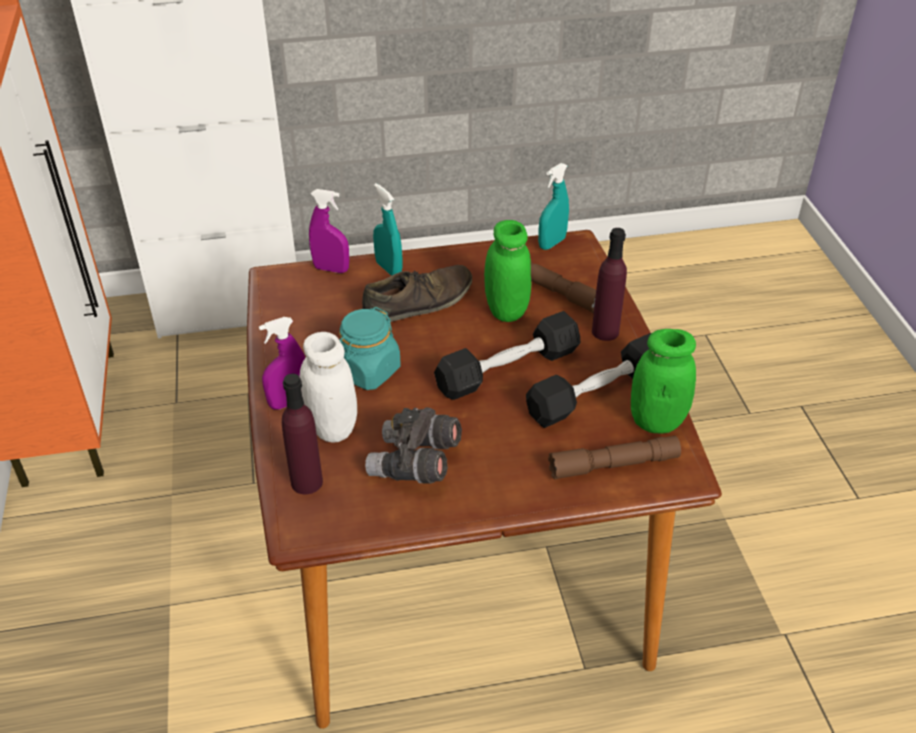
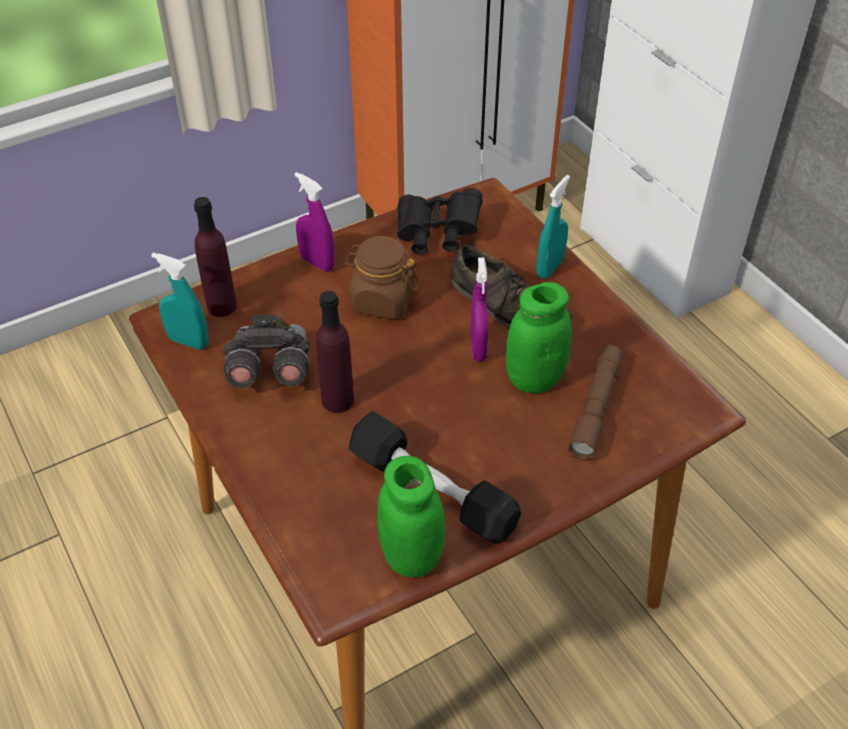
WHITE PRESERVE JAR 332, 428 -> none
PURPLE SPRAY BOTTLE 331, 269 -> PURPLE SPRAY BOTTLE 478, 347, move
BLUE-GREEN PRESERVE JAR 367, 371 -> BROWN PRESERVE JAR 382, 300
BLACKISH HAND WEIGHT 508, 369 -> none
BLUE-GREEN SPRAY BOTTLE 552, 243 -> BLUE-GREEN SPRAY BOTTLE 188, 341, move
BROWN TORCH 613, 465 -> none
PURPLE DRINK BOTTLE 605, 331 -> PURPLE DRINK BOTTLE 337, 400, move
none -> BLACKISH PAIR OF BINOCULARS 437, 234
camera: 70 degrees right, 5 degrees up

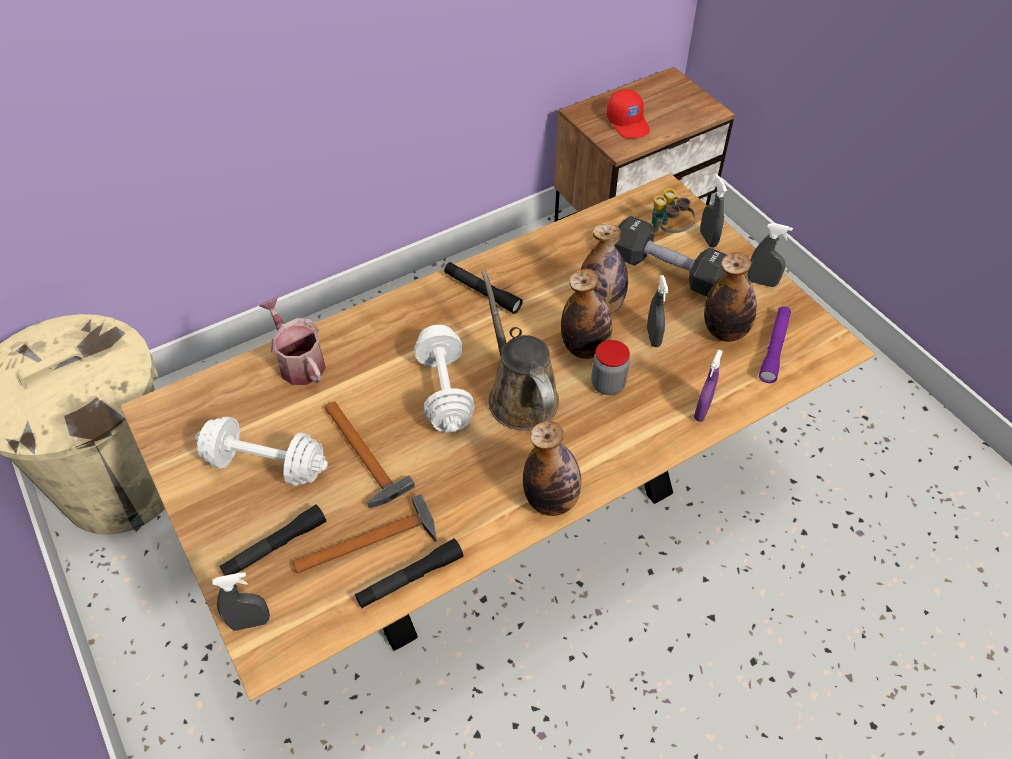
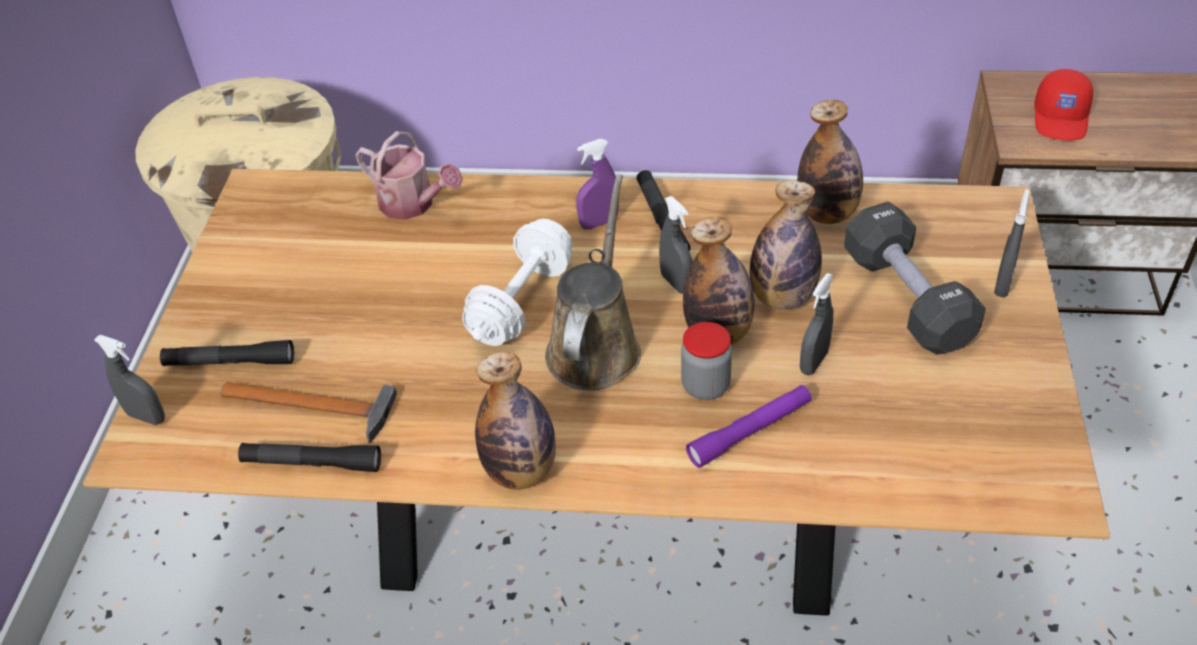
WHITE HAND WEIGHT 266, 465 -> none
WATERING CAN 299, 362 -> WATERING CAN 413, 204, 120 degrees clockwise
TOOL HAMMER 364, 457 -> none
PAIR OF BINOCULARS 668, 233 -> none
PURPLE SPRAY BOTTLE 702, 410 -> PURPLE SPRAY BOTTLE 599, 222, move
DRINK BOTTLE 725, 331 -> DRINK BOTTLE 827, 213, move
GREYISH SPRAY BOTTLE 762, 282 -> GREYISH SPRAY BOTTLE 676, 283, move
PURPLE TORCH 774, 348 -> PURPLE TORCH 750, 432, move
camera: 40 degrees right, 5 degrees down

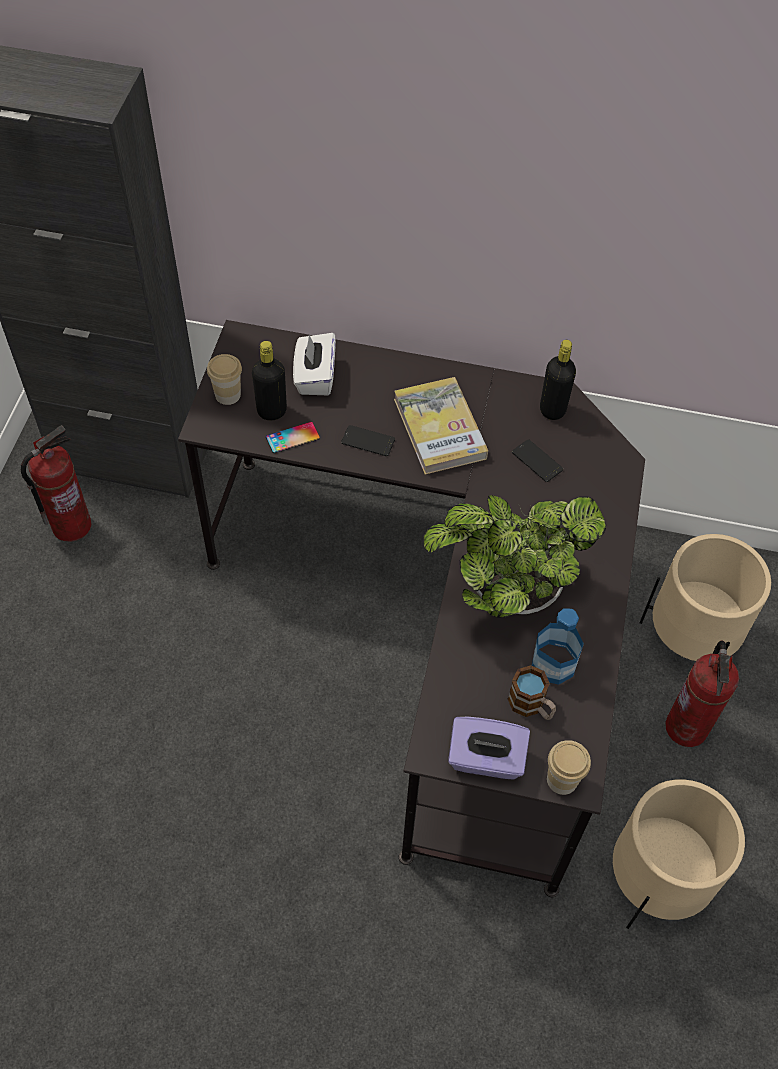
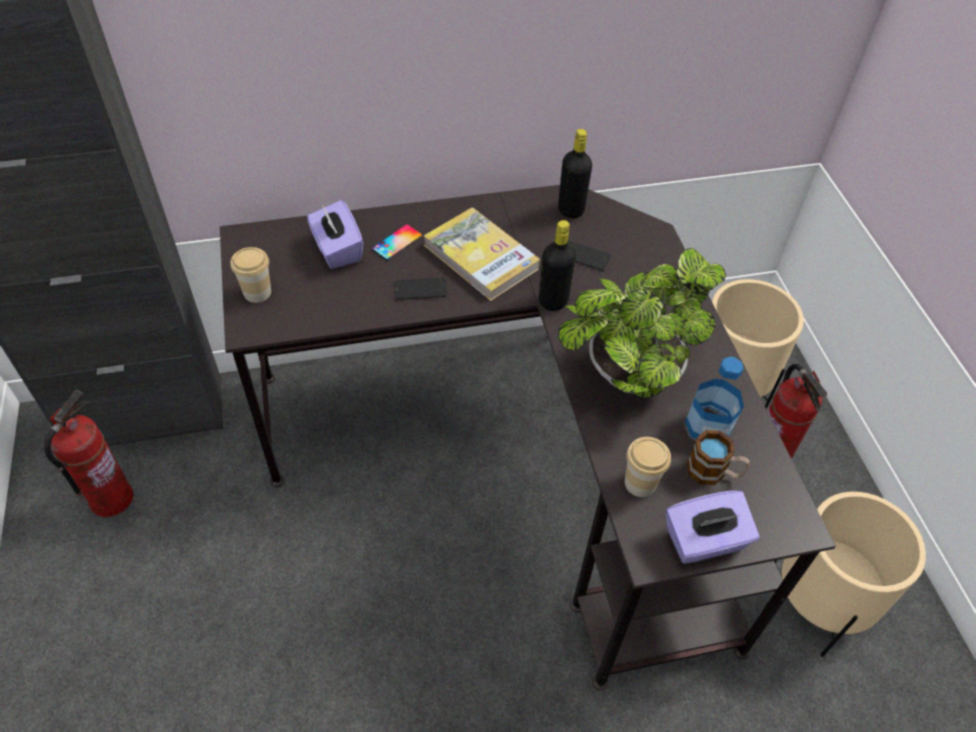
BLACKISH DRINK BOTTLE 272, 411 -> BLACKISH DRINK BOTTLE 553, 301, move
TELEPHONE 292, 437 -> TELEPHONE 397, 242, move
WHITE TISSUE HOLDER 315, 377 -> PURPLE TISSUE HOLDER 337, 249
DRINKING CUP 562, 779 -> DRINKING CUP 640, 483, move
camera: 25 degrees left, 5 degrees down

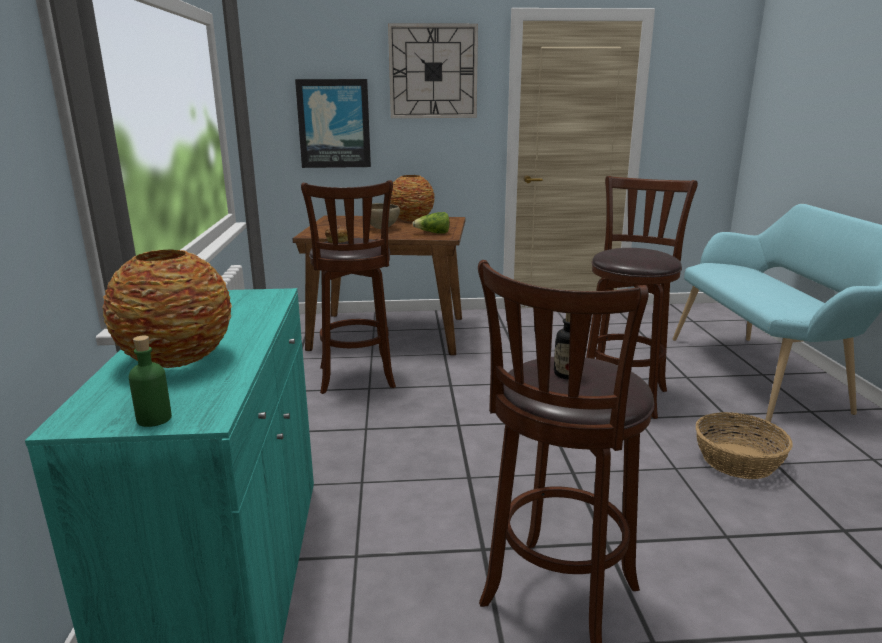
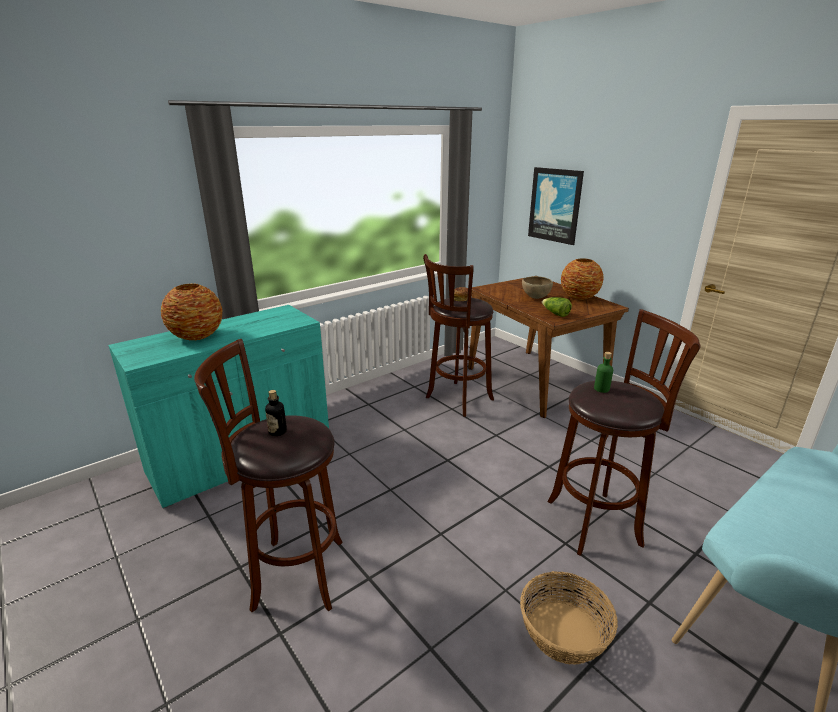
GREEN DRINK BOTTLE 154, 419 -> GREEN DRINK BOTTLE 601, 389, move
CLOCK ON THE WALL 433, 72 -> none
camera: 55 degrees right, 5 degrees up

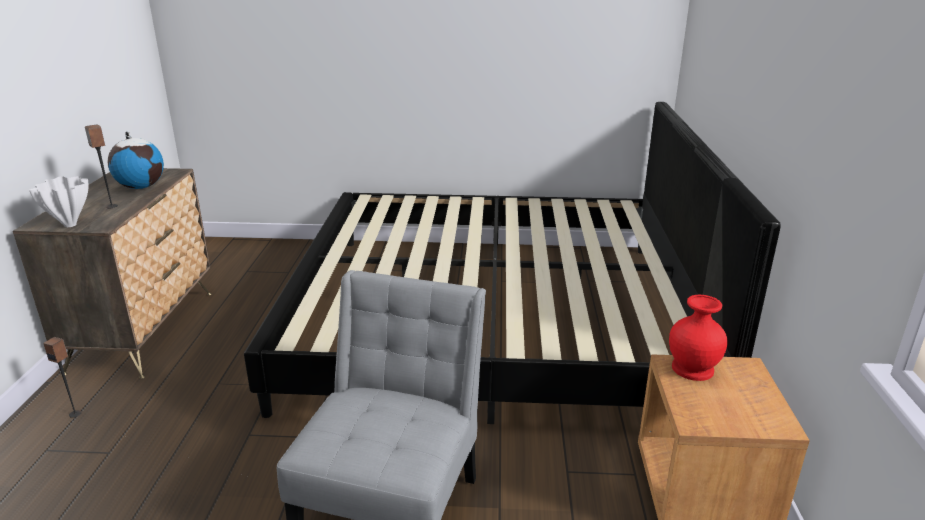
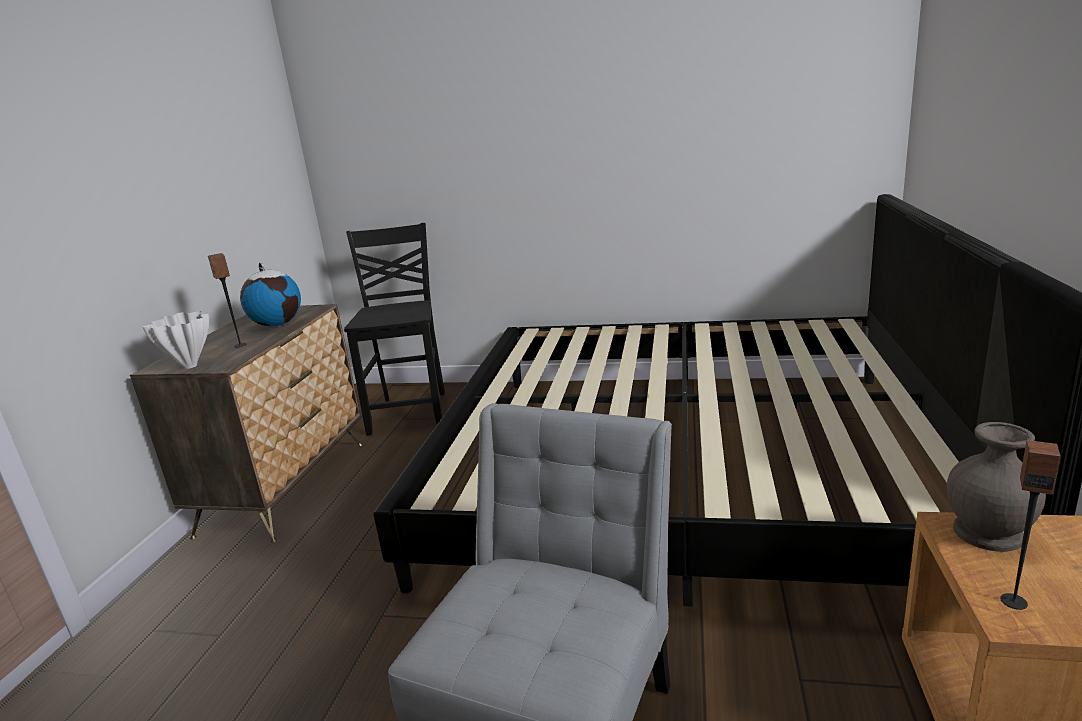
SPEAKER 75, 413 -> SPEAKER 1013, 601, move
RED-COLOURED FLOWER VASE 691, 368 -> GREYISH FLOWER VASE 985, 532
none -> BLACKISH UPRIGHT CHAIR 411, 412
camera: 10 degrees right, 5 degrees down

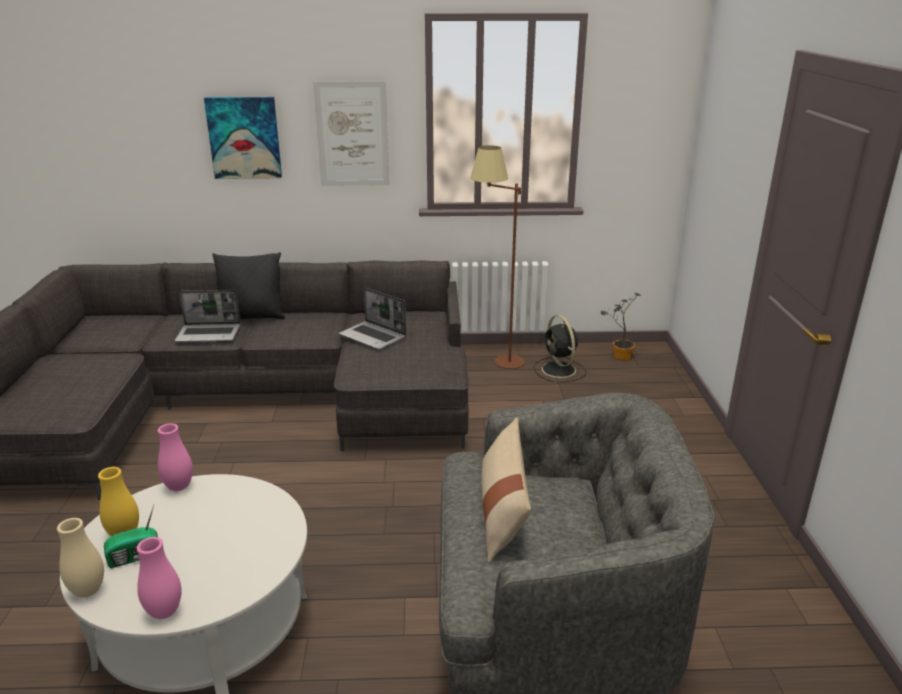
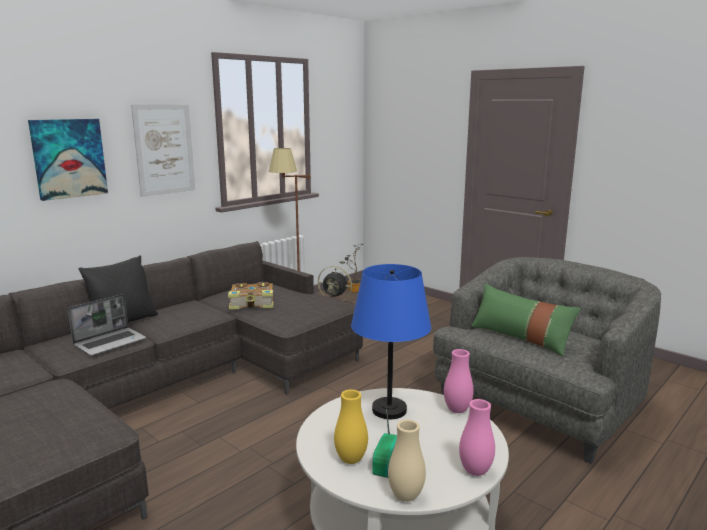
PINKISH FLOWER VASE 179, 487 -> PINKISH FLOWER VASE 457, 410, move
PORTABLE COMPUTER 373, 337 -> BOUND BOOK 253, 303
SAND-COLOURED PILLOW 502, 511 -> GREEN PILLOW 520, 337
none -> BLUE LAMP FOR A TABLE 389, 410
camera: 45 degrees left, 10 degrees down

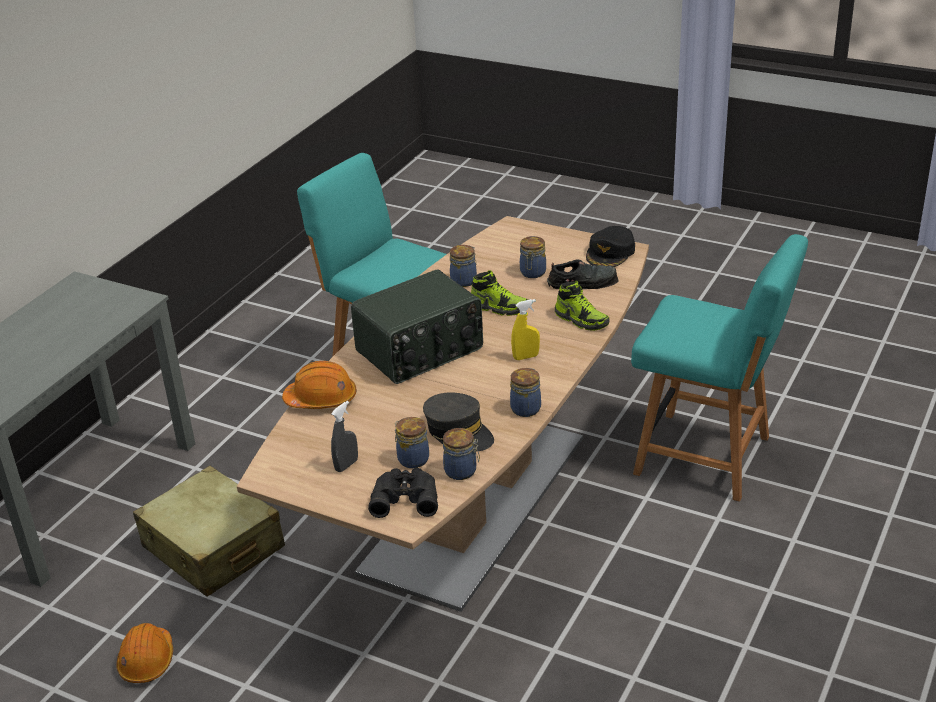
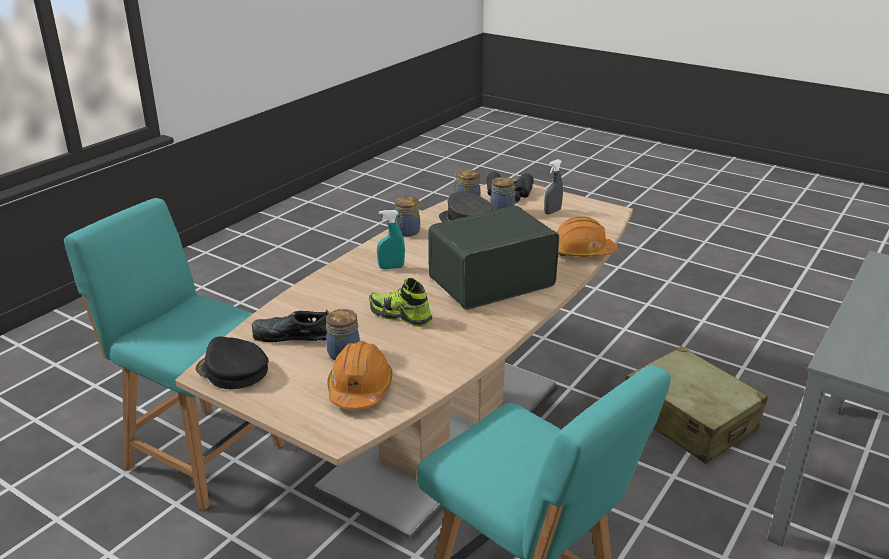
ORANGE-COLOURED WORK HELMET 147, 661 -> ORANGE-COLOURED WORK HELMET 360, 389, move
PRESERVE JAR 464, 280 -> none
YELLOW-COLOURED SPRAY BOTTLE 526, 357 -> BLUE-GREEN SPRAY BOTTLE 391, 267
SHOE 581, 320 -> none
BLACKISH PEAKED CAP 610, 253 -> BLACKISH PEAKED CAP 232, 371, 90 degrees counterclockwise
camera: 175 degrees left, 5 degrees down

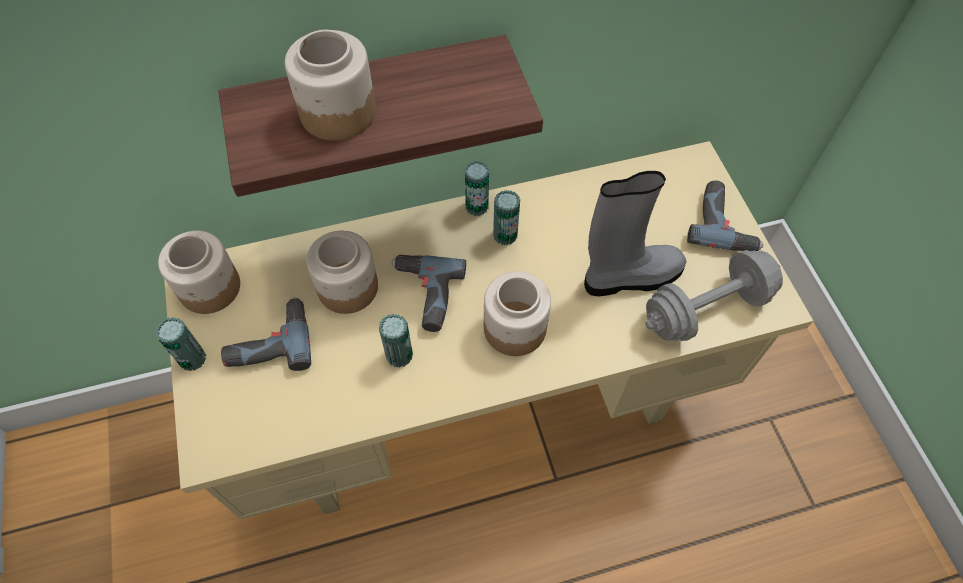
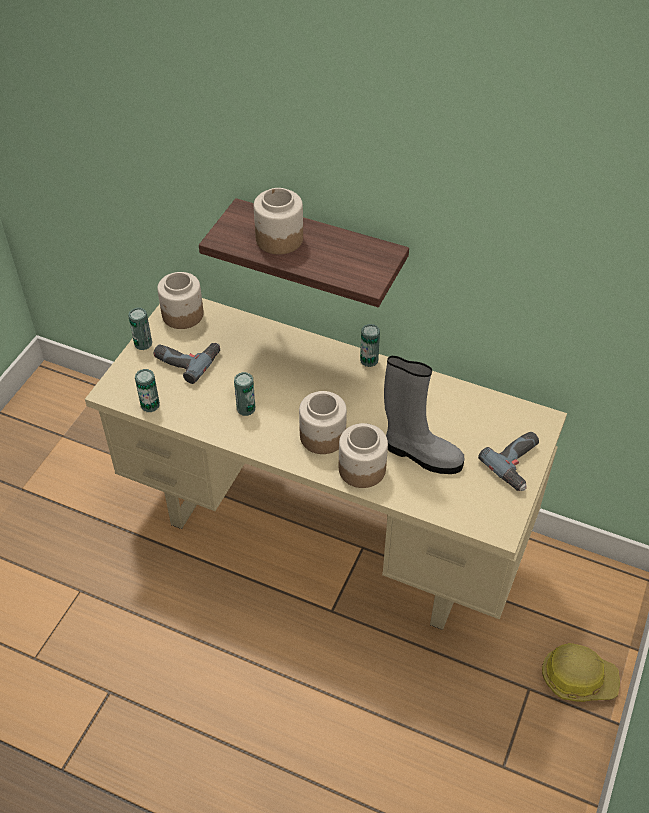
PRESERVE JAR 347, 288 -> PRESERVE JAR 361, 469, move
DRILL 424, 295 -> none
CAN 505, 235 -> CAN 150, 405, move
GREYISH HAND WEIGHT 706, 309 -> none
none -> WORK HELMET 578, 678
camera: 40 degrees right, 10 degrees down

